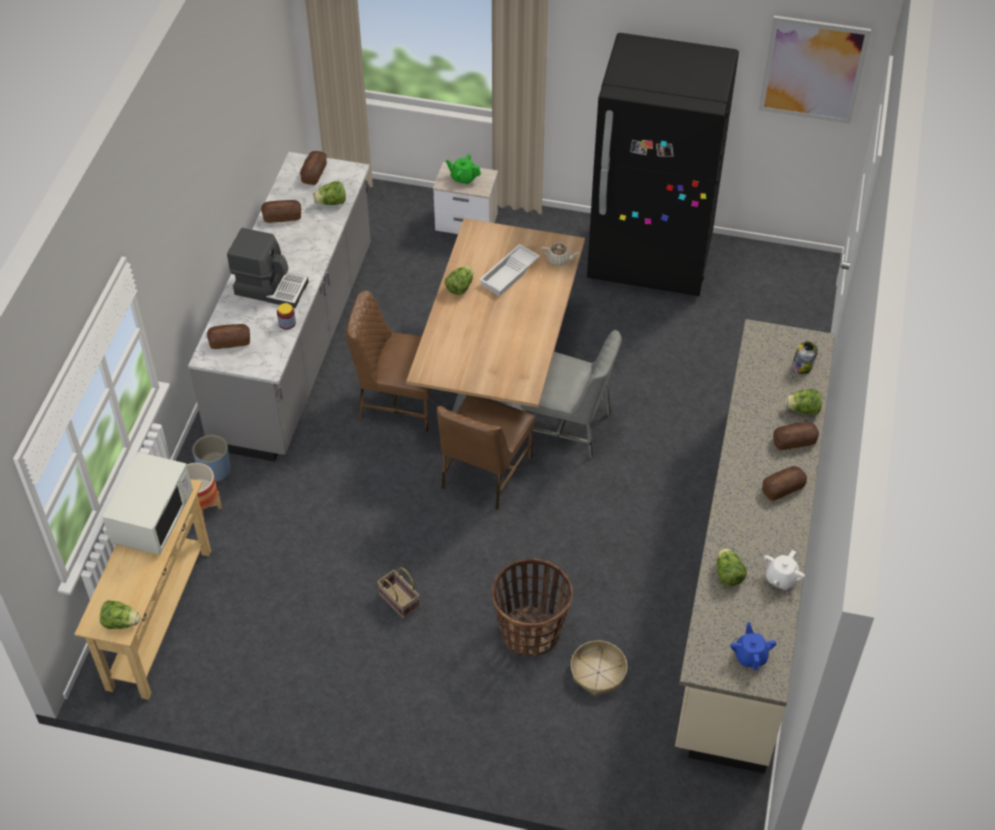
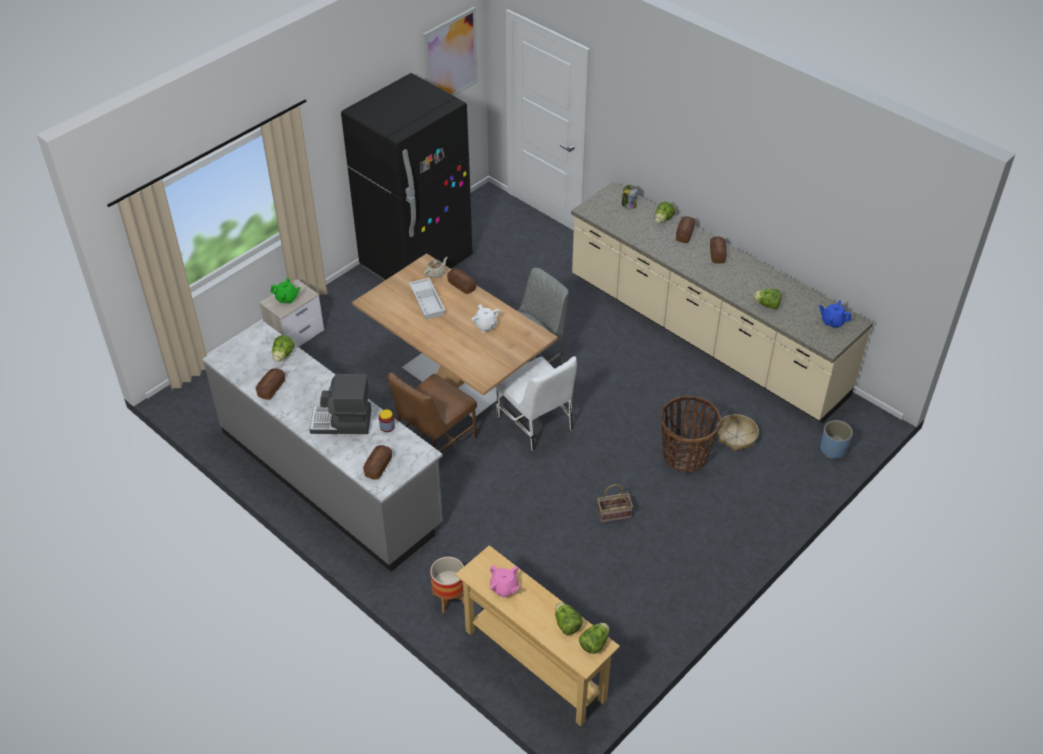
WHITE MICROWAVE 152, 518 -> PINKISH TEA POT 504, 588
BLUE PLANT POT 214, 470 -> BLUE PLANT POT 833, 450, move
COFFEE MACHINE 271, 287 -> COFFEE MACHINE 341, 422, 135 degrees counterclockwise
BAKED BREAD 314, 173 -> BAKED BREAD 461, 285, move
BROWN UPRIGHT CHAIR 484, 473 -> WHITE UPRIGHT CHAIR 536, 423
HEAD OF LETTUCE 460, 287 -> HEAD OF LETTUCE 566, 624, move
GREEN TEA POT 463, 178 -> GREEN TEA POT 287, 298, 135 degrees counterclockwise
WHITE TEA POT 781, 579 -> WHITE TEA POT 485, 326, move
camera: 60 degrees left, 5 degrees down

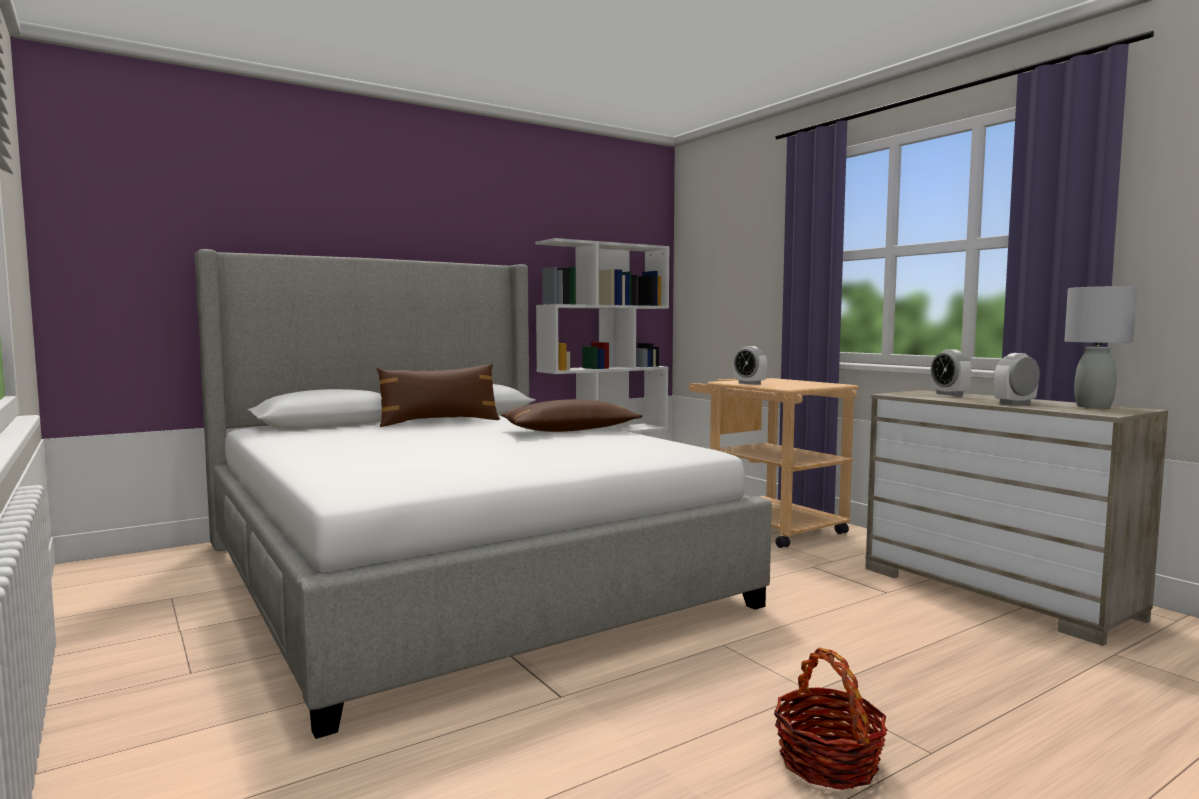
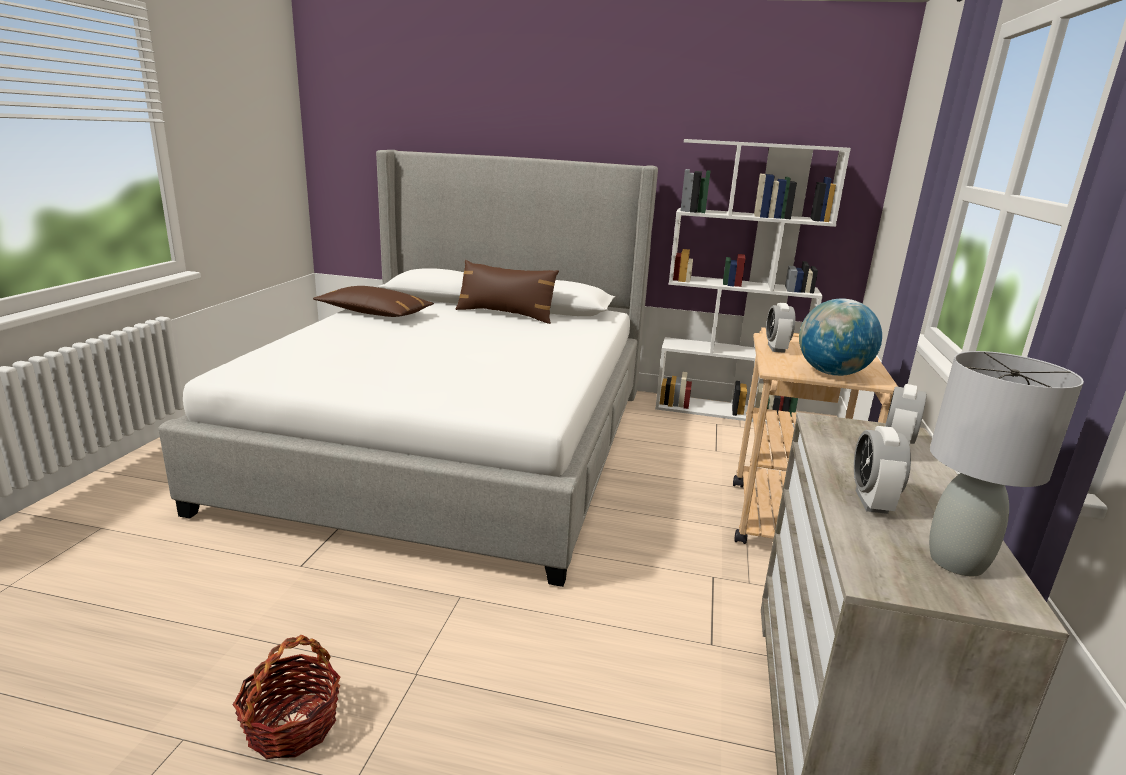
BROWN PILLOW 570, 431 -> BROWN PILLOW 374, 313, move
TABLE CLOCK 1015, 403 -> TABLE CLOCK 871, 501, 105 degrees counterclockwise
none -> DESK GLOBE 832, 373
camera: 45 degrees right, 15 degrees up

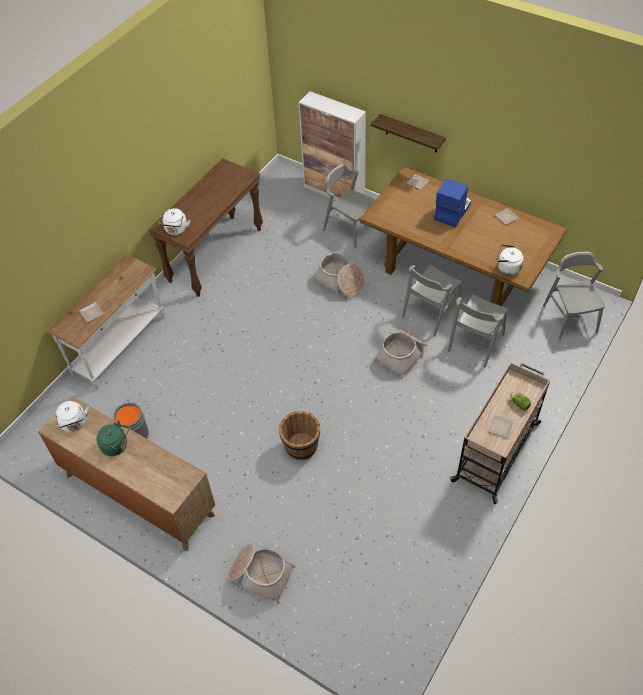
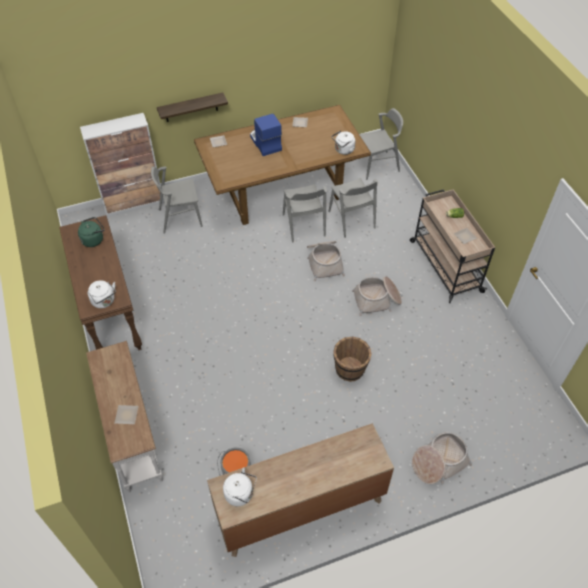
GREEN TEA KETTLE 116, 446 -> GREEN TEA KETTLE 94, 239, move
HOUSEHOLD BASKET 340, 282 -> HOUSEHOLD BASKET 377, 300, move
GREYISH UPRIGHT CHAIR 569, 319 -> GREYISH UPRIGHT CHAIR 377, 165, 135 degrees clockwise
camera: 55 degrees left, 0 degrees up

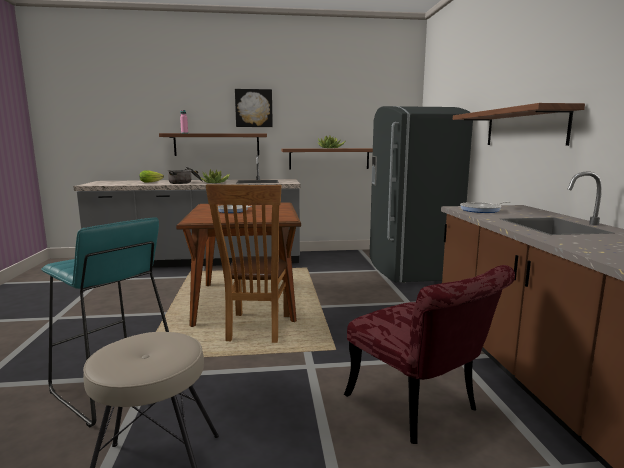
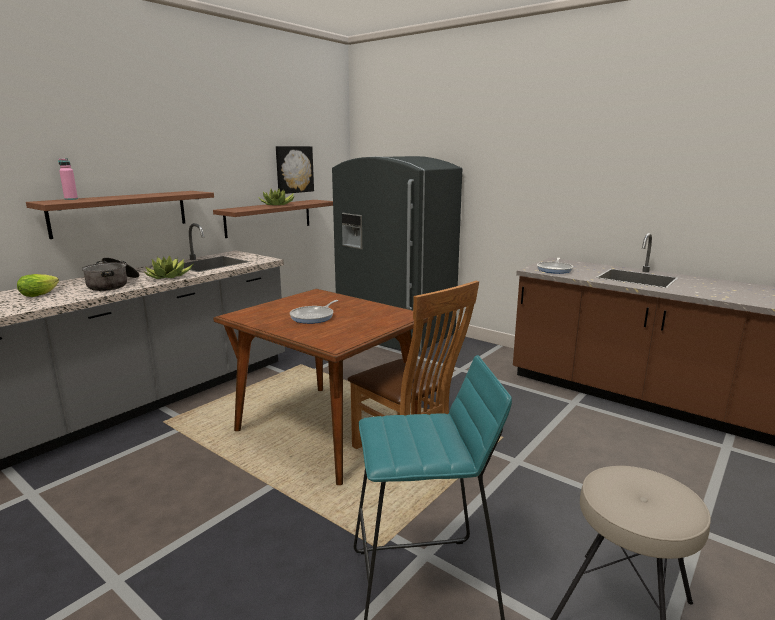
WALL PICTURE 254, 108 -> WALL PICTURE 293, 169, move
RED-COLOURED UPRIGHT CHAIR 420, 408 -> none
BRACKET SHELF 524, 128 -> none
camera: 45 degrees left, 5 degrees up

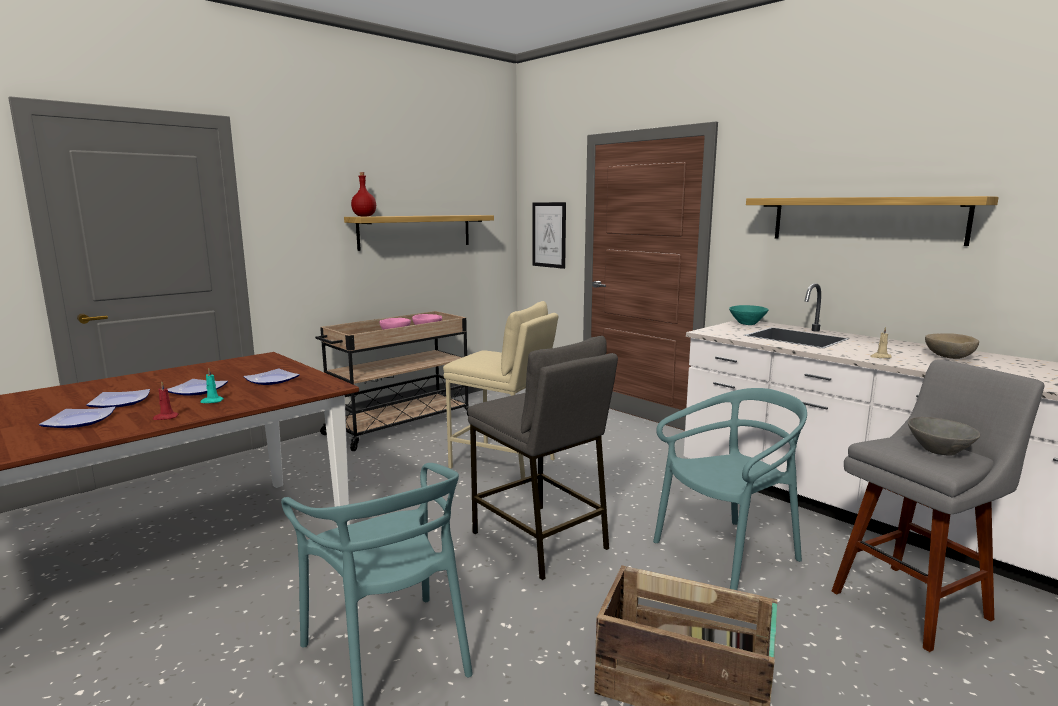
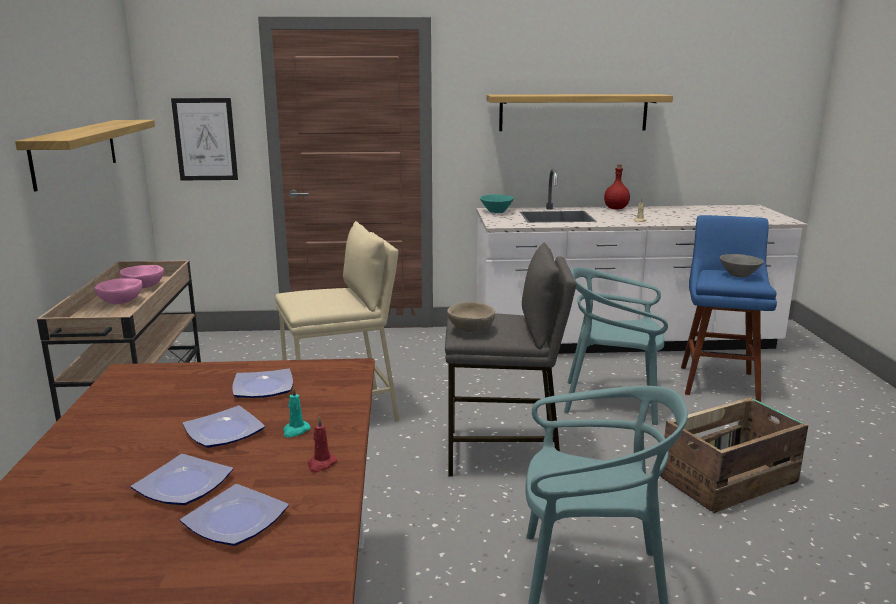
RED-COLOURED DRINK BOTTLE 364, 216 -> RED-COLOURED DRINK BOTTLE 616, 208, move
BLUE-GREEN UPRIGHT CHAIR 727, 554 -> BLUE-GREEN UPRIGHT CHAIR 612, 401, 90 degrees counterclockwise
GREYISH STOOL 915, 603 -> BLUE STOOL 718, 381
SAND-COLOURED DEEP DISH 948, 357 -> SAND-COLOURED DEEP DISH 470, 329, move
camera: 50 degrees left, 5 degrees up

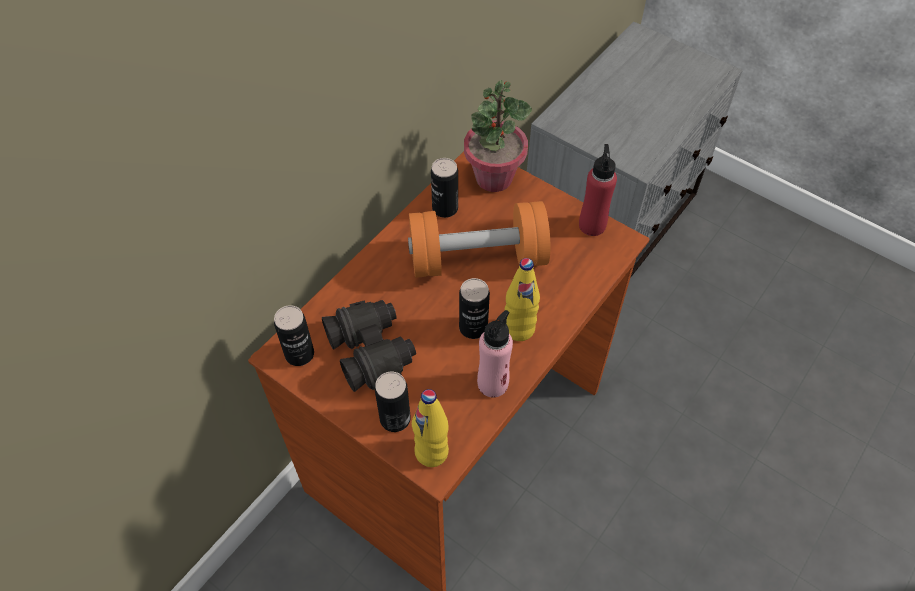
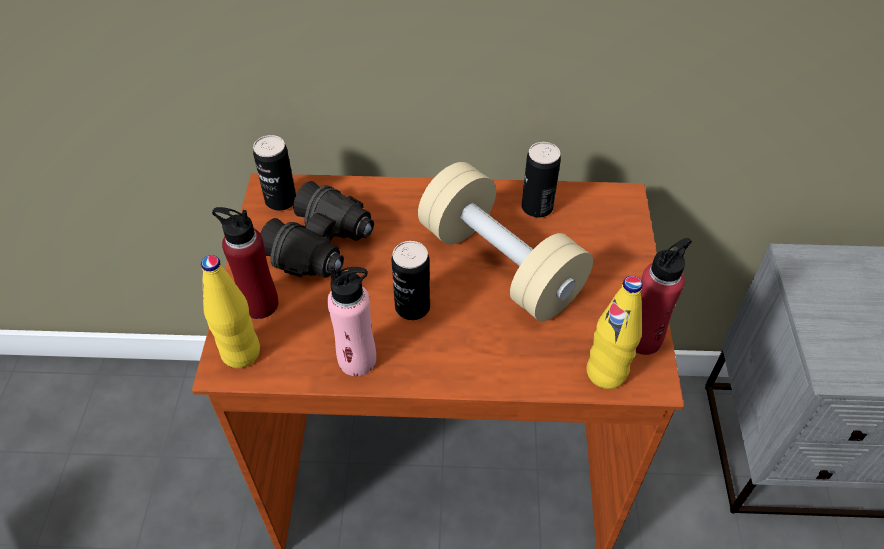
CAN 395, 419 -> RED-COLOURED DRINK BOTTLE 260, 304
ORANGE-COLOURED HAND WEIGHT 477, 258 -> SAND-COLOURED HAND WEIGHT 500, 265
PLANT IN A POT 494, 177 -> none
YELLOW-COLOURED DRINK BOTTLE 519, 329 -> YELLOW-COLOURED DRINK BOTTLE 606, 373, move
camera: 55 degrees right, 5 degrees down

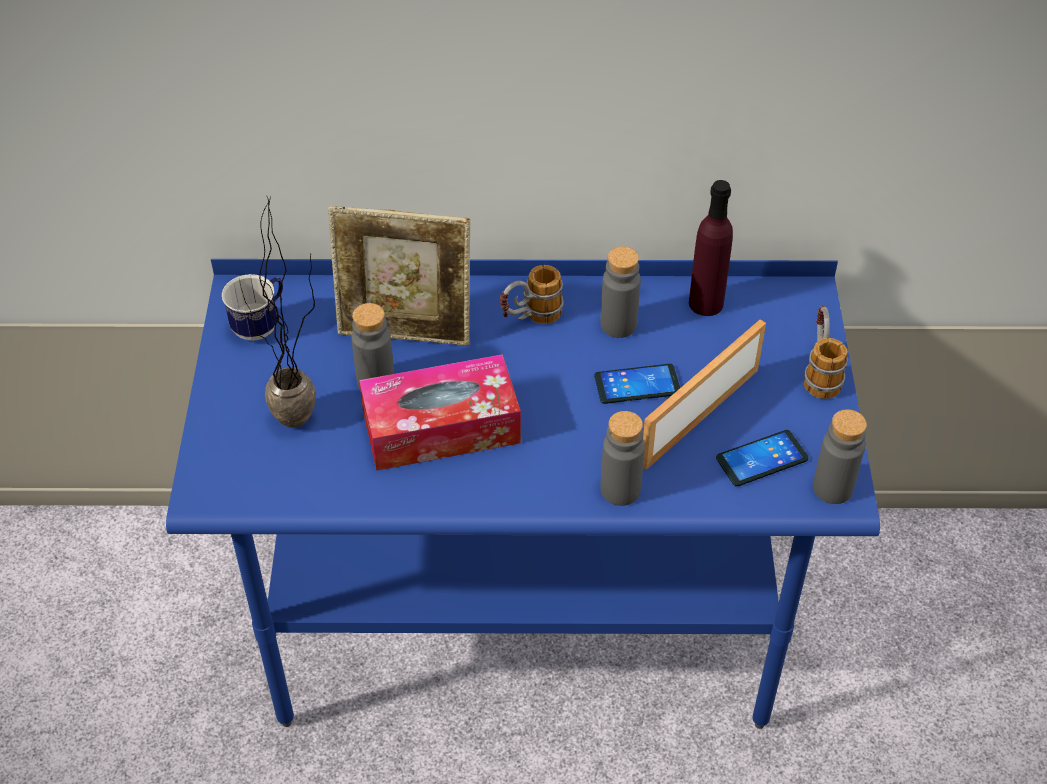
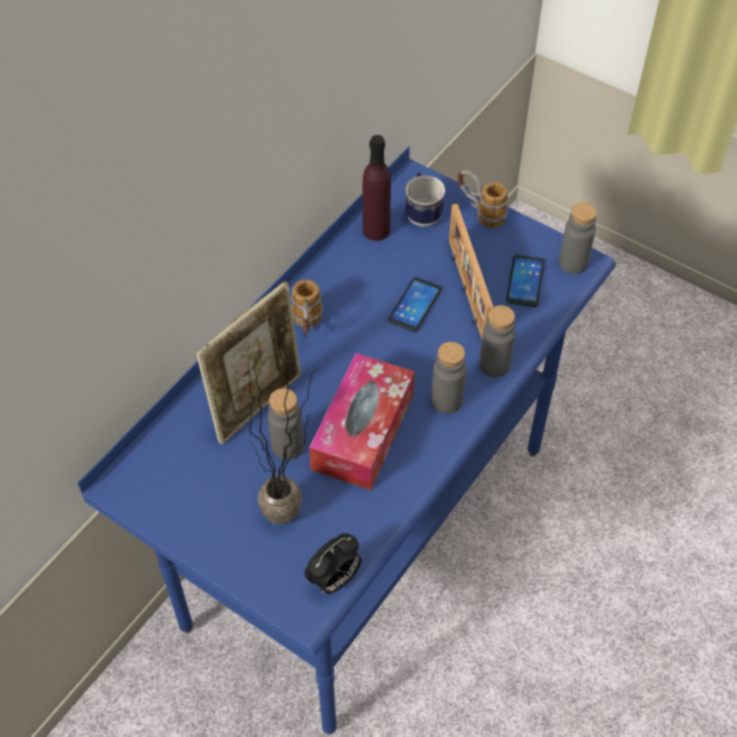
TEA MUG 261, 325 -> TEA MUG 422, 213, move
GREYISH DRINK BOTTLE 618, 325 -> GREYISH DRINK BOTTLE 446, 400, move
none -> TABLE CLOCK 334, 580
camera: 55 degrees left, 5 degrees up

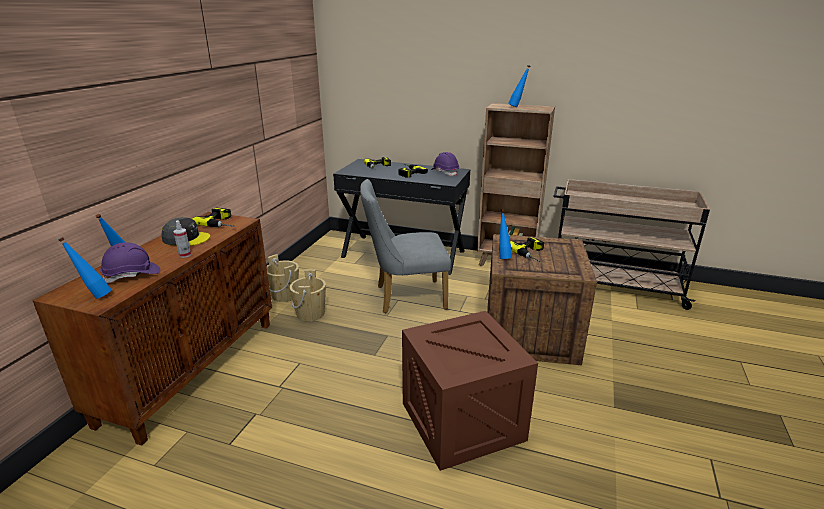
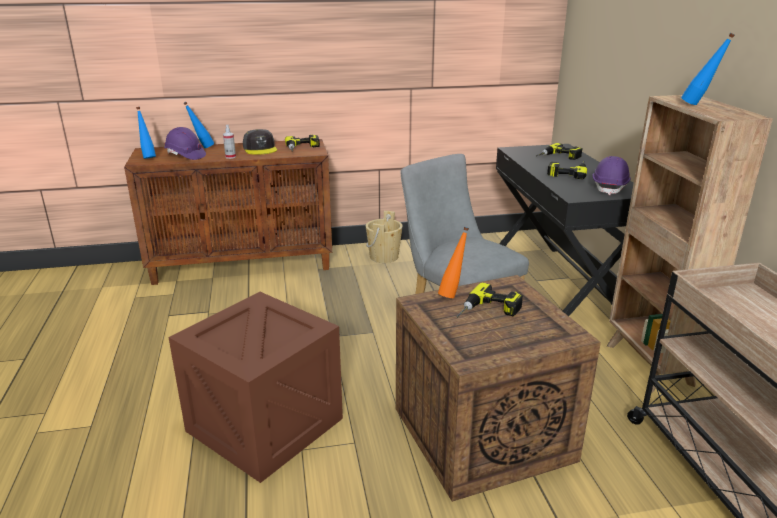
SAND-COLOURED WATER BUCKET 310, 313 -> none
BLUE DRINK BOTTLE 502, 257 -> ORANGE-COLOURED DRINK BOTTLE 452, 294
camera: 60 degrees right, 0 degrees up

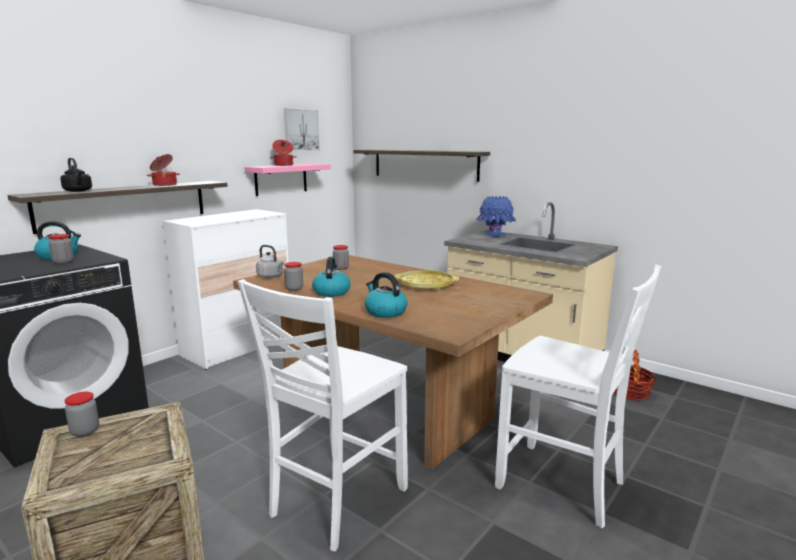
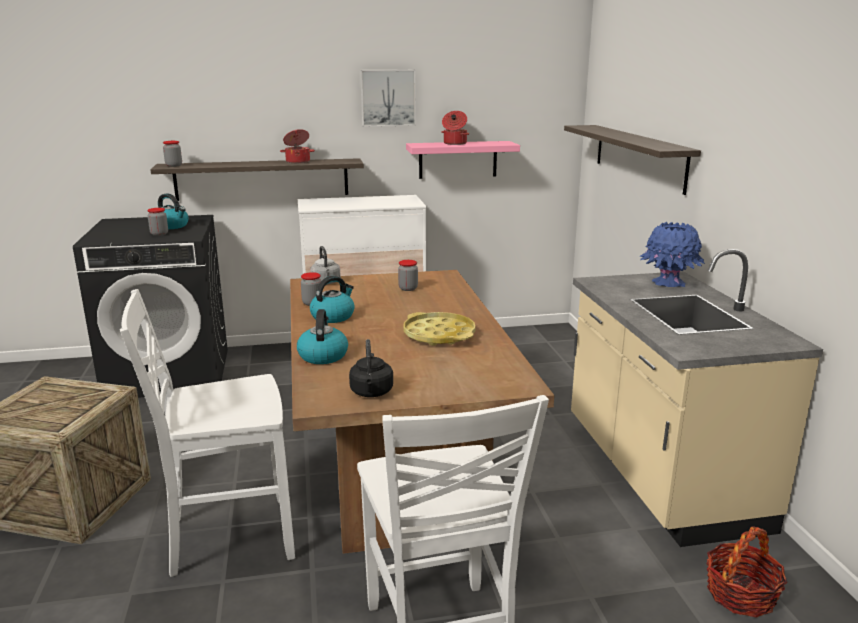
BLACKISH TEA KETTLE 78, 191 -> BLACKISH TEA KETTLE 371, 393, move
PRESERVE JAR 85, 431 -> PRESERVE JAR 174, 165, move
WALL PICTURE 300, 130 -> WALL PICTURE 388, 98, move
camera: 40 degrees right, 5 degrees up

